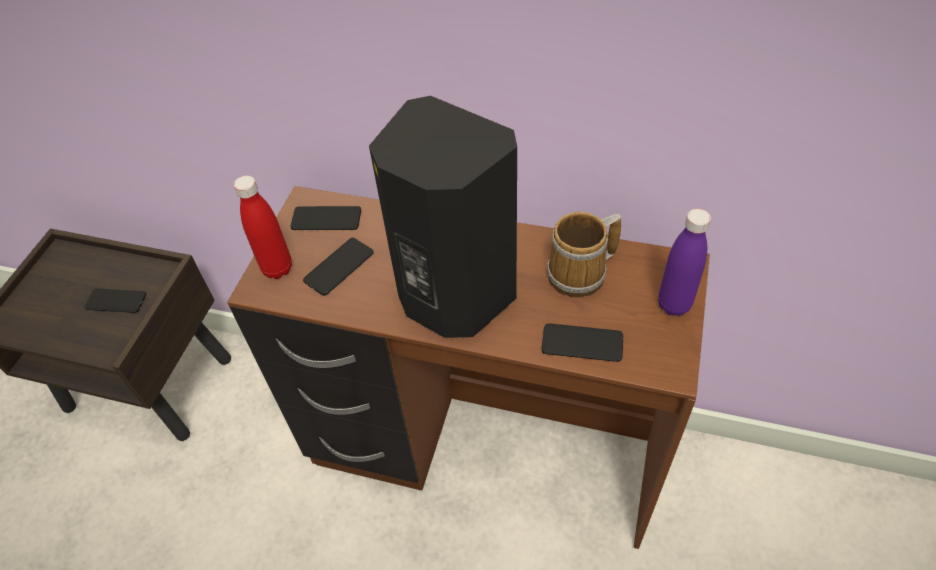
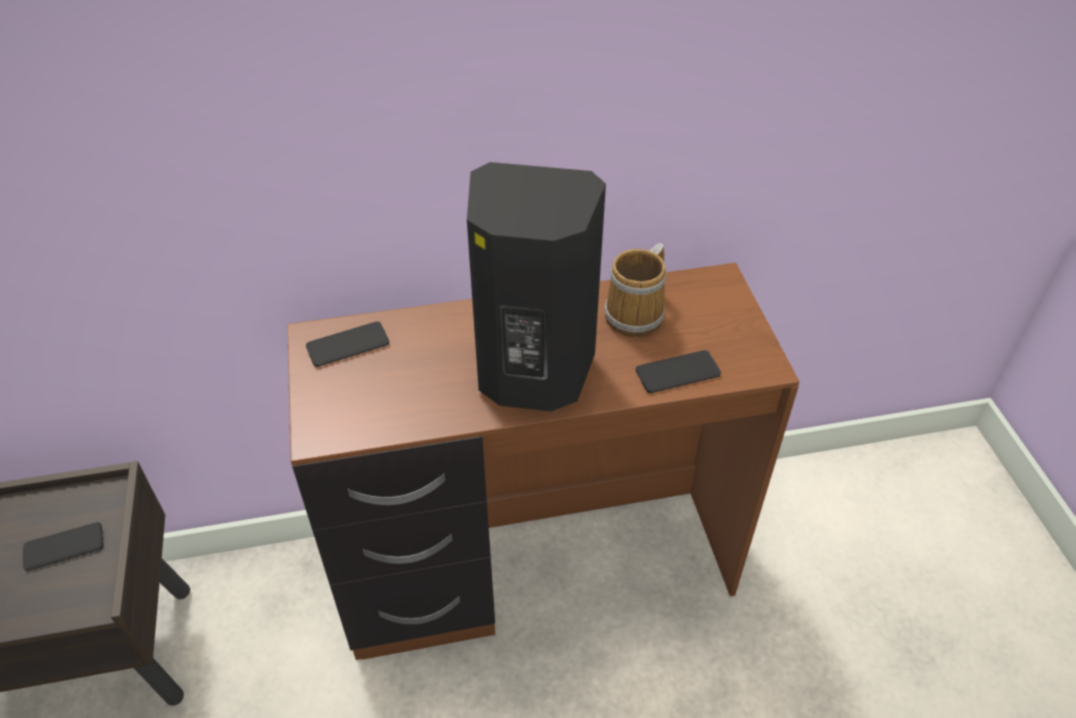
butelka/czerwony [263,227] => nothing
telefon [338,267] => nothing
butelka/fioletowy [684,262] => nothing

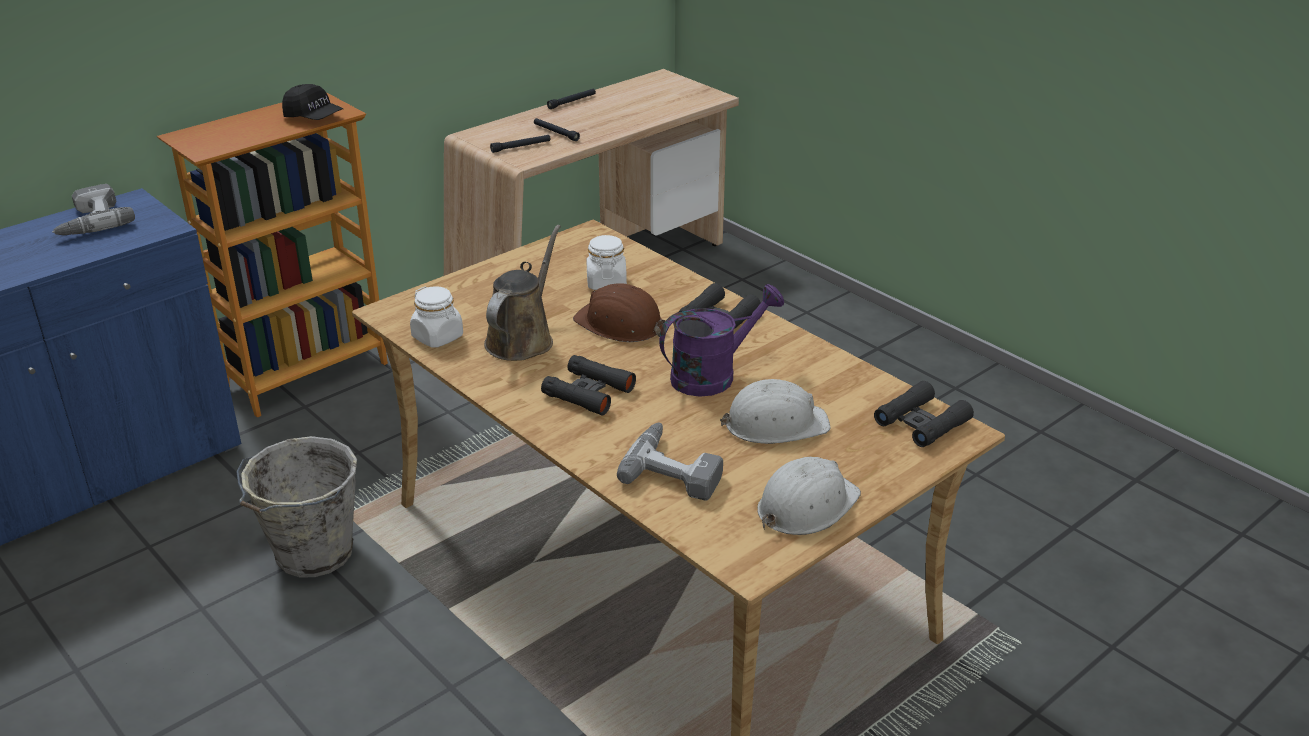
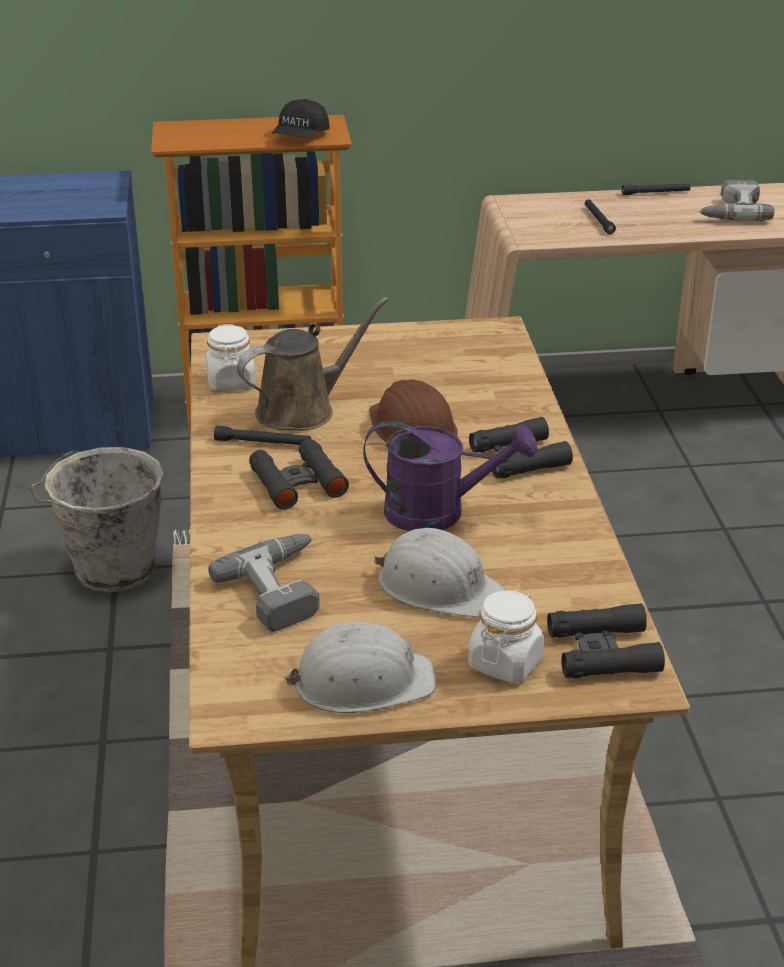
wiertarka [93,209] => wiertarka [737,200], move
czapka z daszkiem/czarny [312,102] => czapka z daszkiem/czarny [301,118], 45 degrees clockwise
latarka/czarny [520,144] => latarka/czarny [262,435], move
słoik/biały [606,262] => słoik/biały [506,636], move

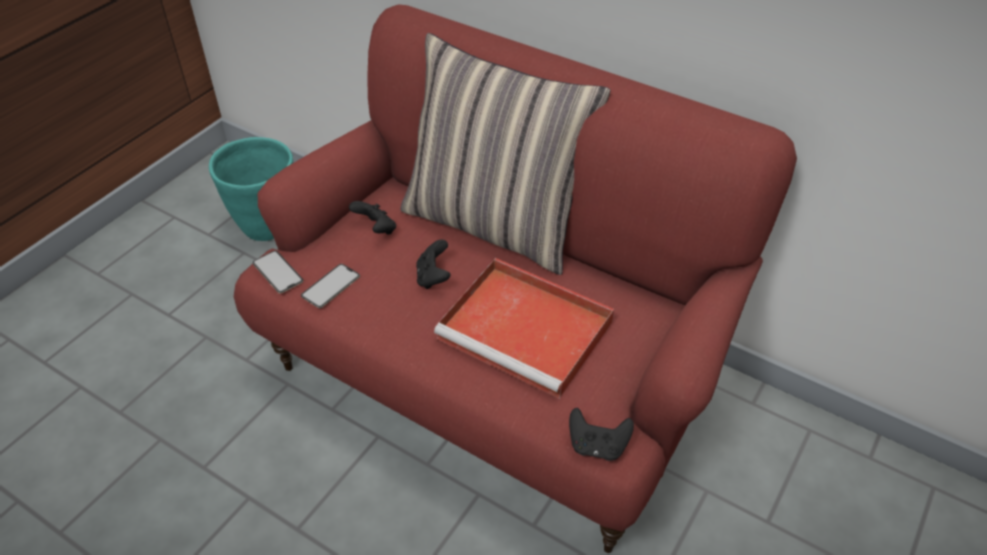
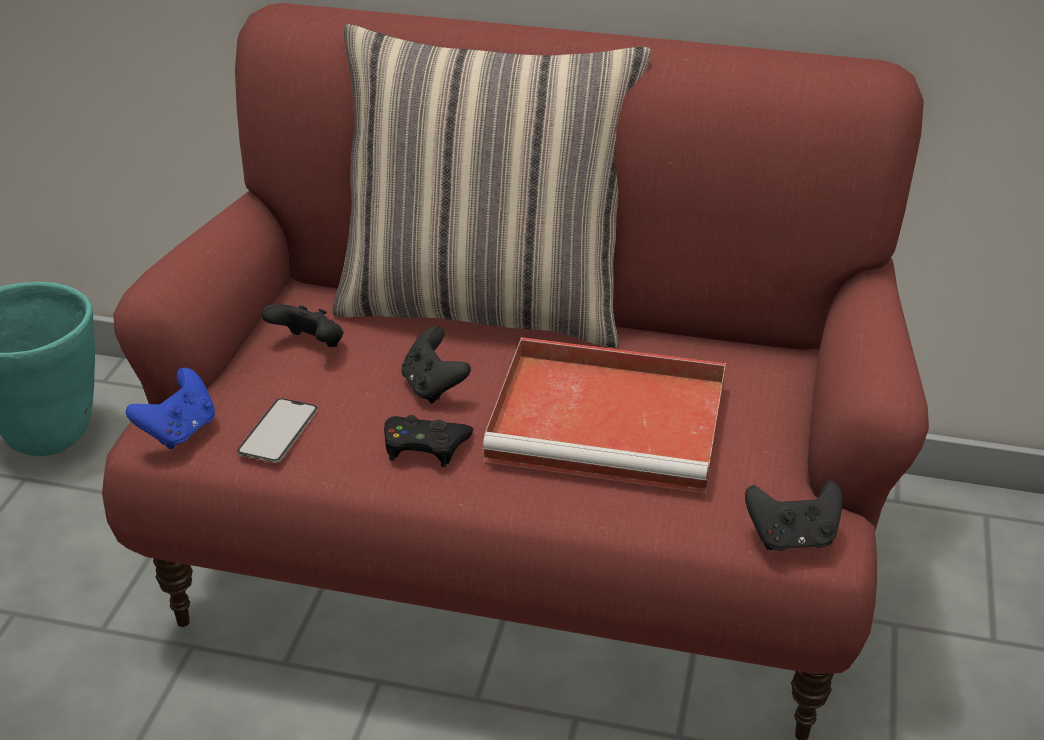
telefon [278,272] => pad do gier/niebieski [170,408]
nothing => pad do gier/czarny [428,441]

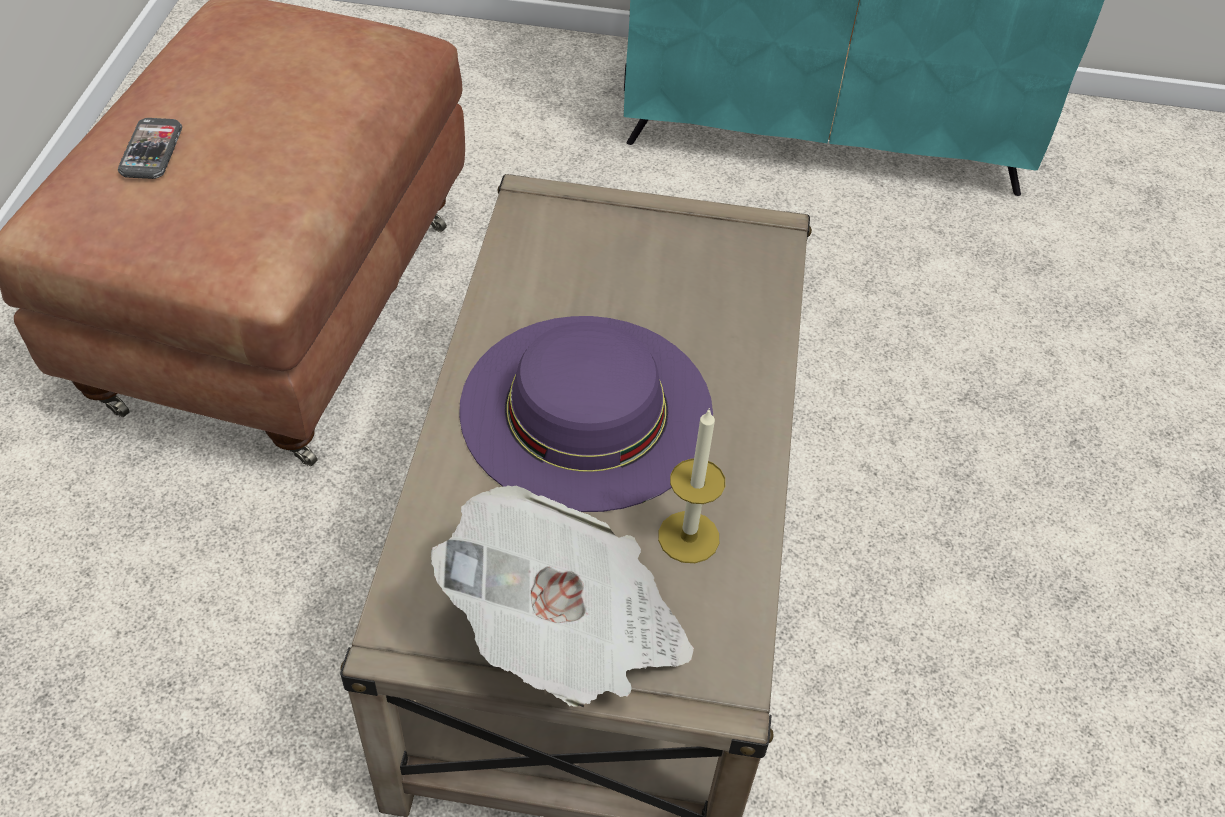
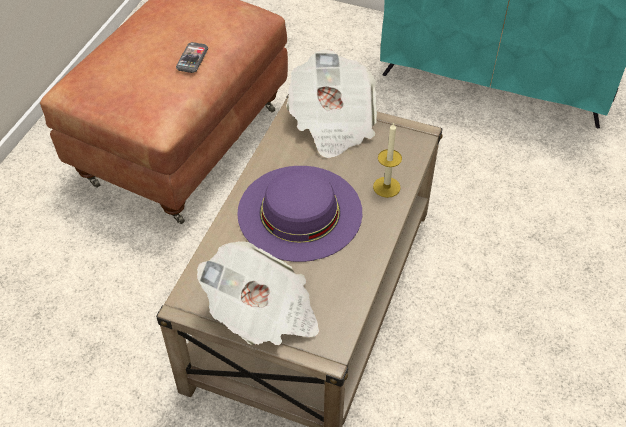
telefon [150,148] => telefon [192,57], move
świeca [691,485] => świeca [387,160], move
nothing => gazeta [331,103]

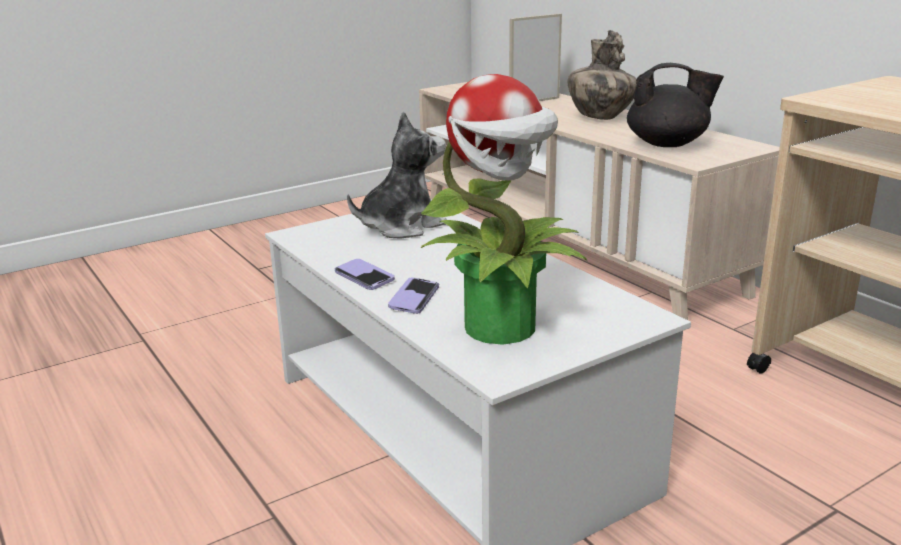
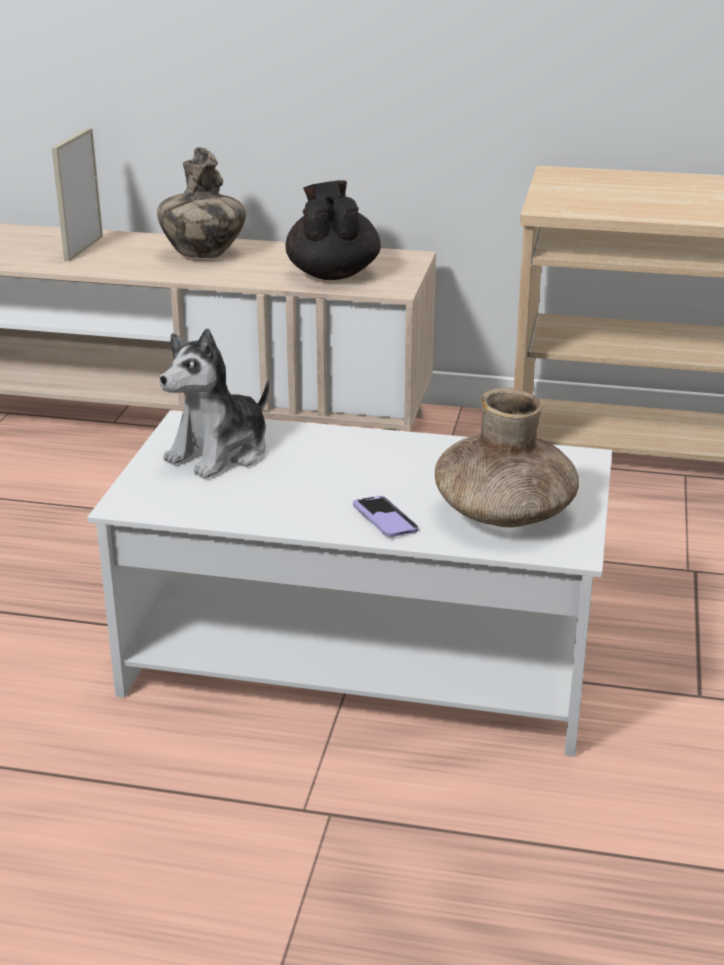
telefon [365,274] => nothing
pluszak [397,175] => pluszak [214,403], 150 degrees counterclockwise
roślina doniczkowa [503,209] => wazon/brązowy [507,457]
imbryk/czarny [675,105] => imbryk/czarny [333,230], 60 degrees counterclockwise

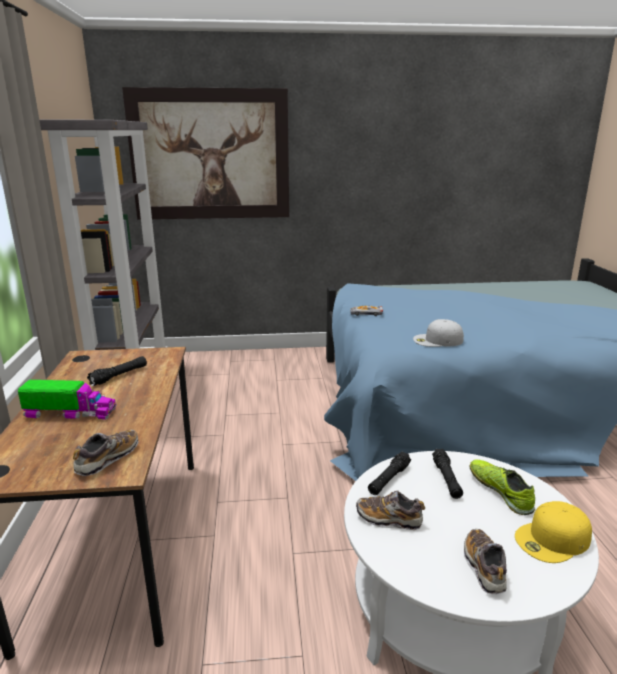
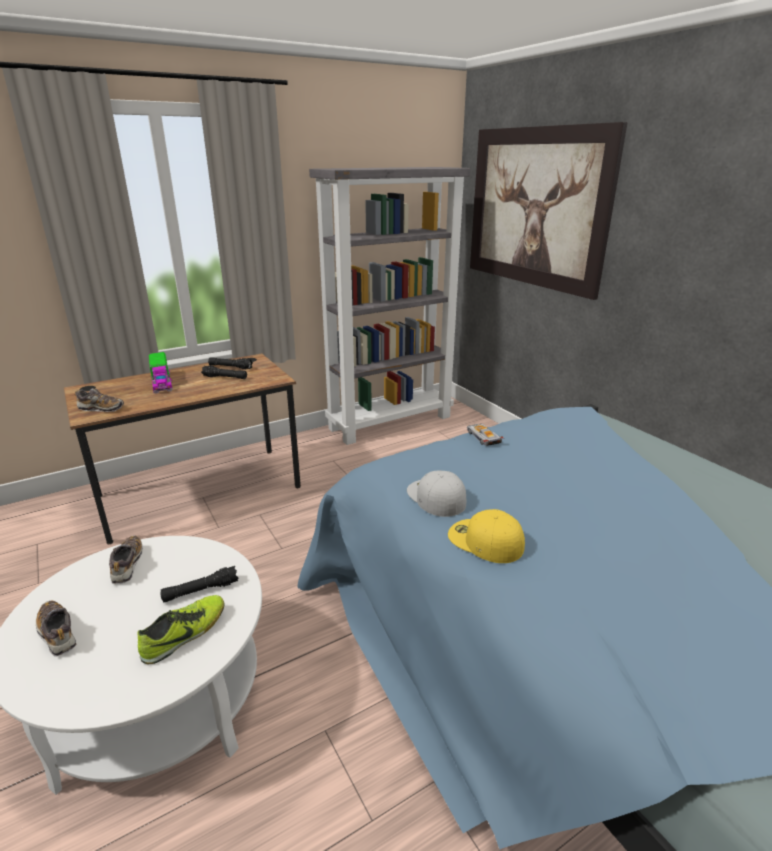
latarka/czarny [389,473] => latarka/czarny [230,363], move
but [485,561] => but [56,629], 105 degrees counterclockwise
czapka z daszkiem/żółty [553,532] => czapka z daszkiem/żółty [486,536], move

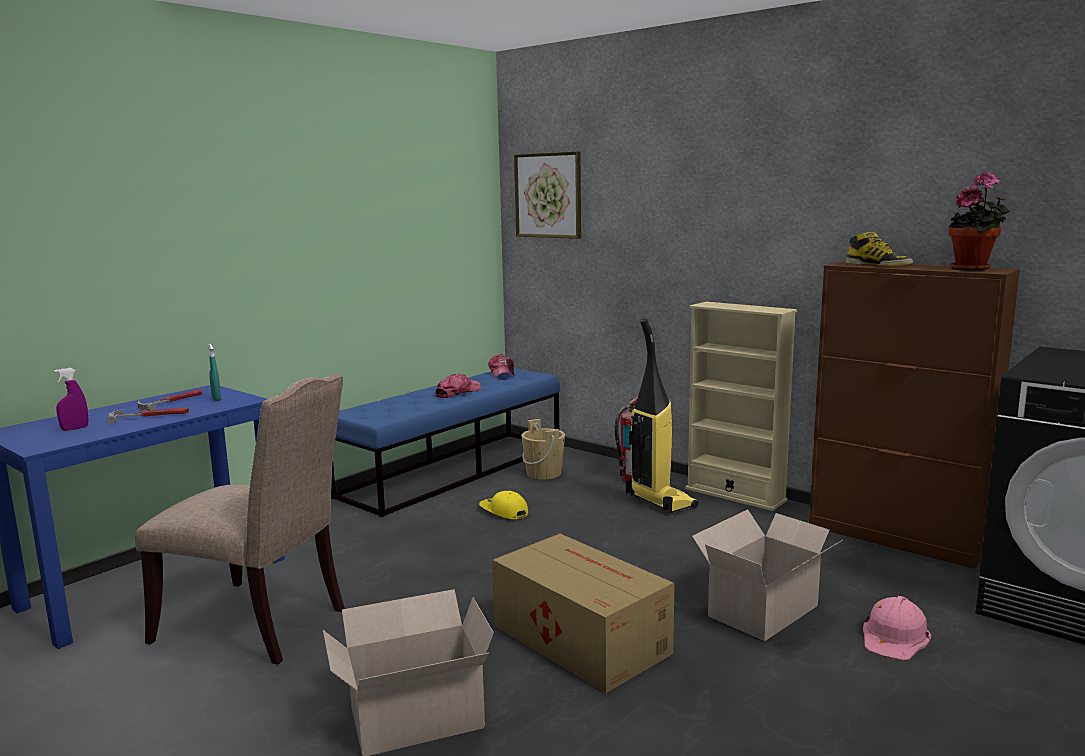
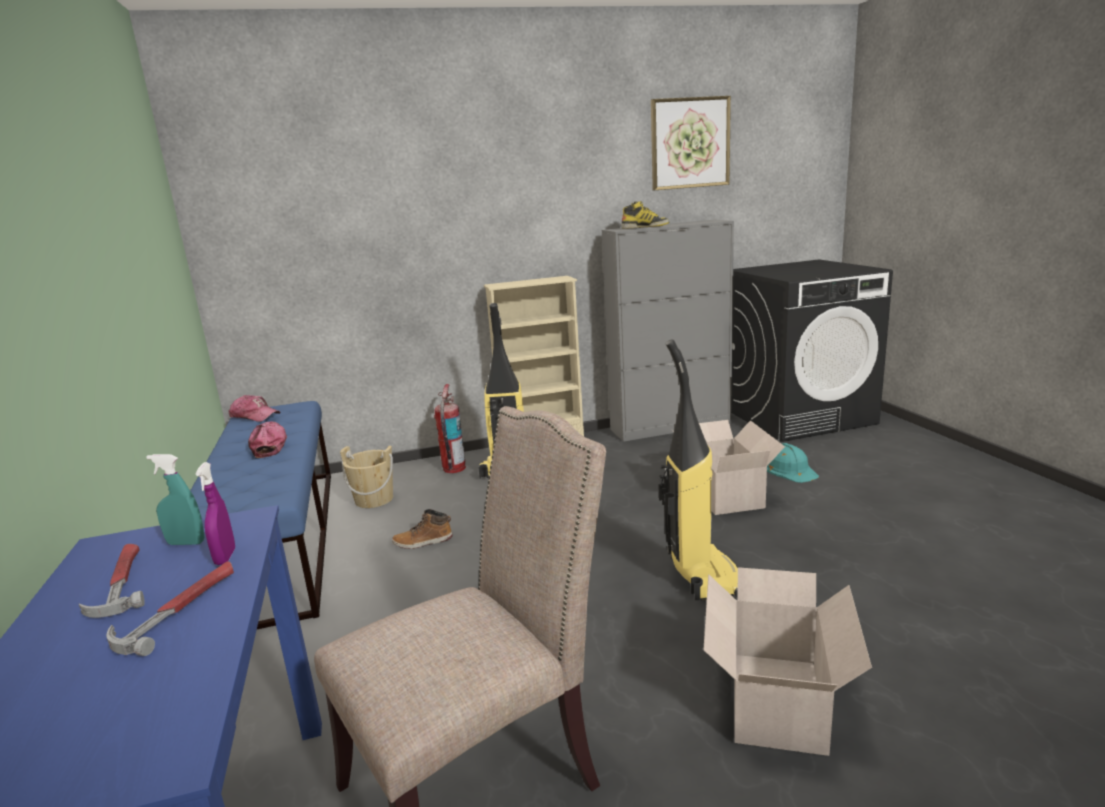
spryskiwacz/fioletowy [71,399] => spryskiwacz/fioletowy [215,513], move
czapka z daszkiem/żółty [503,505] => but z cholewką [422,529]
karton [583,613] => odkurzacz [698,469]
obraz [547,195] => obraz [691,143], move
szafka/brązowy [914,415] => szafka/szary [668,330]
kask/różowy [897,628] => kask/turkusowy [793,463]
roślina doniczkowa [979,221] => nothing

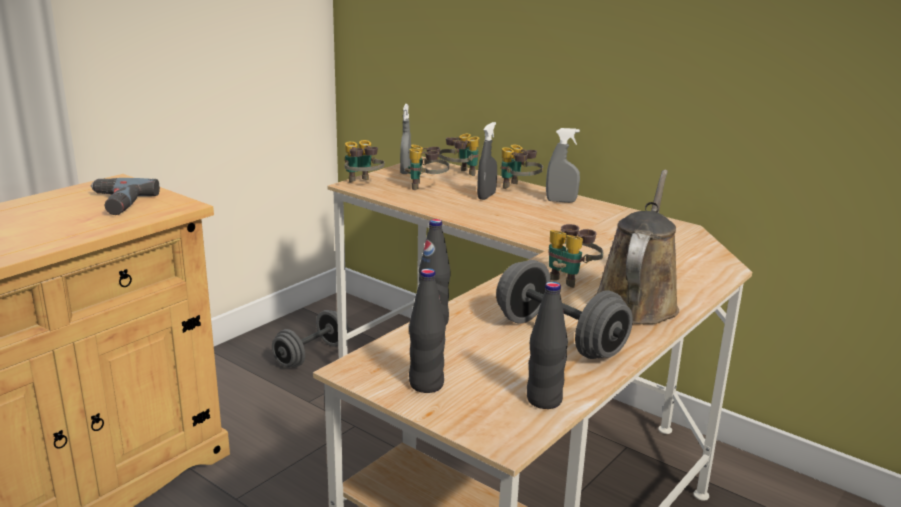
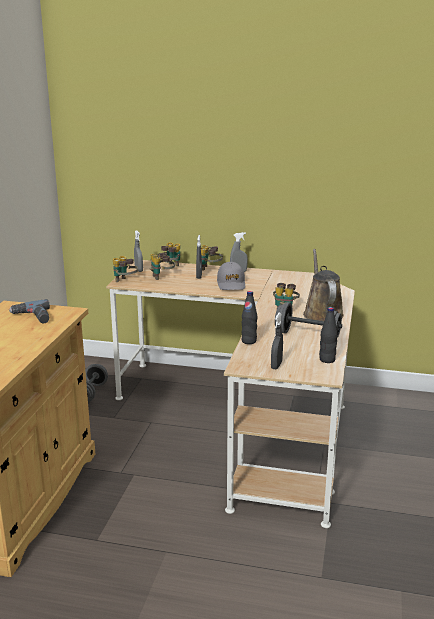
butelka/czarny [427,330] => spryskiwacz/szary [277,341]
nothing => czapka z daszkiem/szary [231,276]

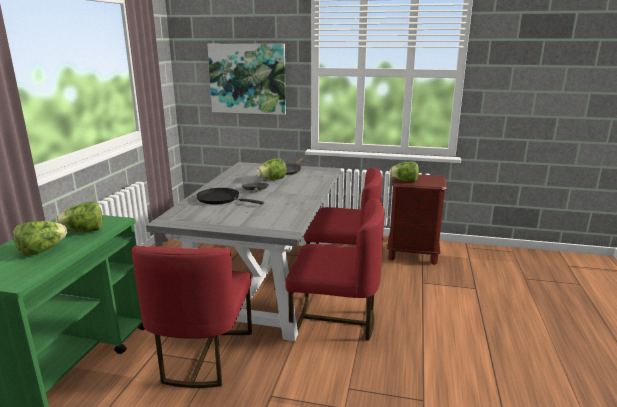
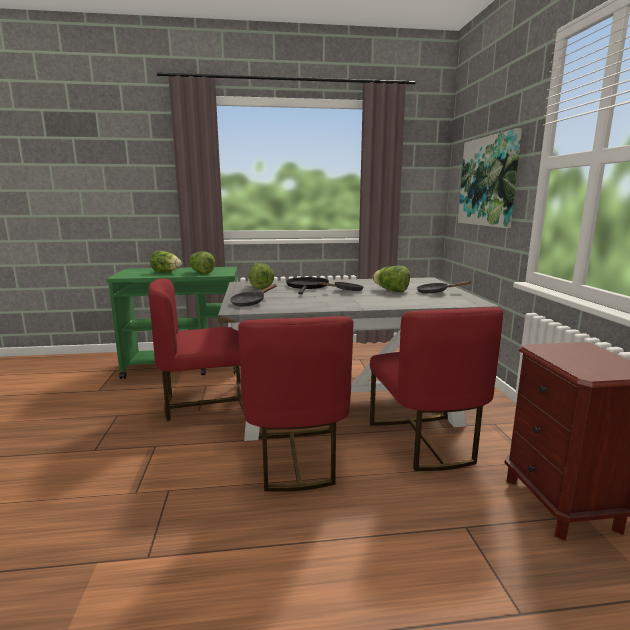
sałata [404,172] => sałata [261,276], move
nothing => patelnia/czarny [253,295]

